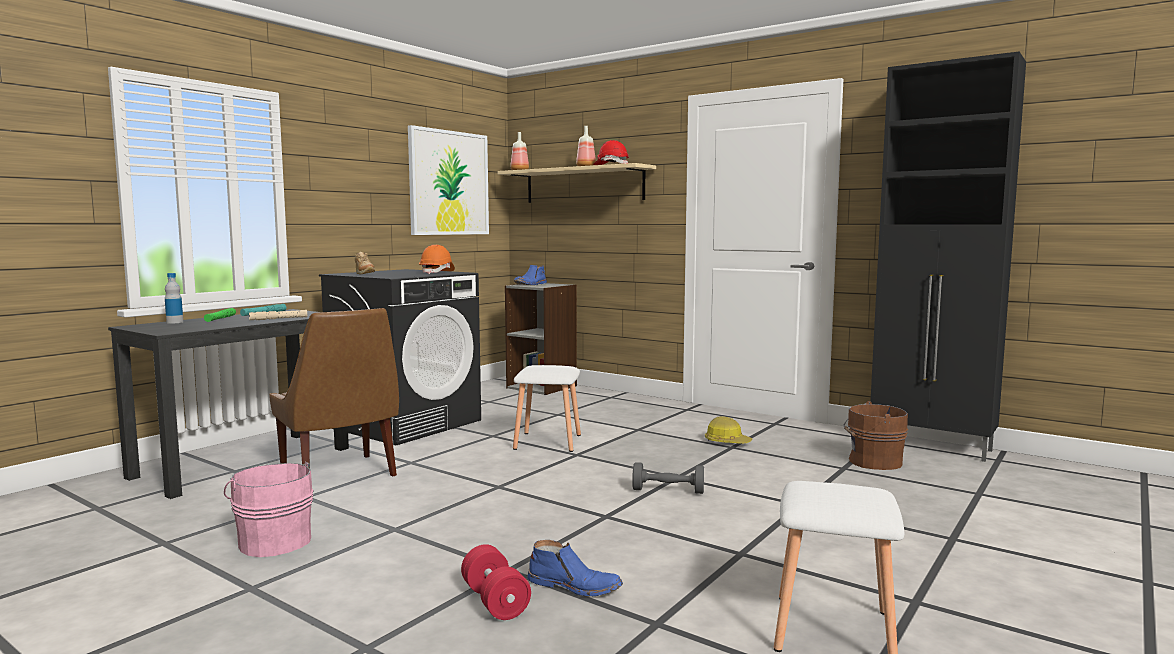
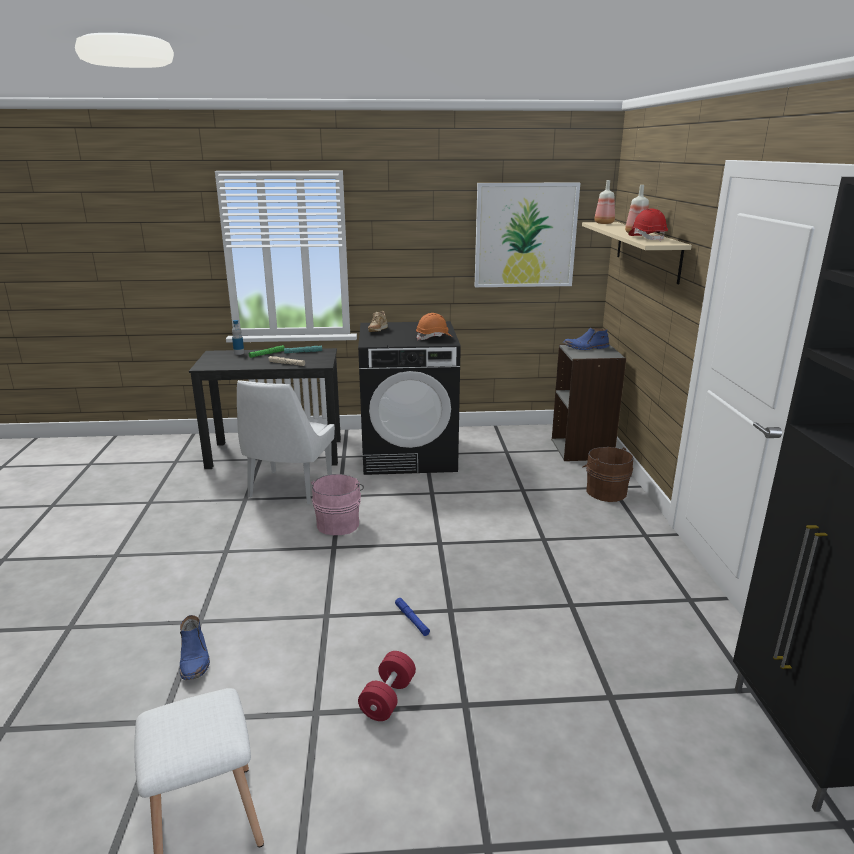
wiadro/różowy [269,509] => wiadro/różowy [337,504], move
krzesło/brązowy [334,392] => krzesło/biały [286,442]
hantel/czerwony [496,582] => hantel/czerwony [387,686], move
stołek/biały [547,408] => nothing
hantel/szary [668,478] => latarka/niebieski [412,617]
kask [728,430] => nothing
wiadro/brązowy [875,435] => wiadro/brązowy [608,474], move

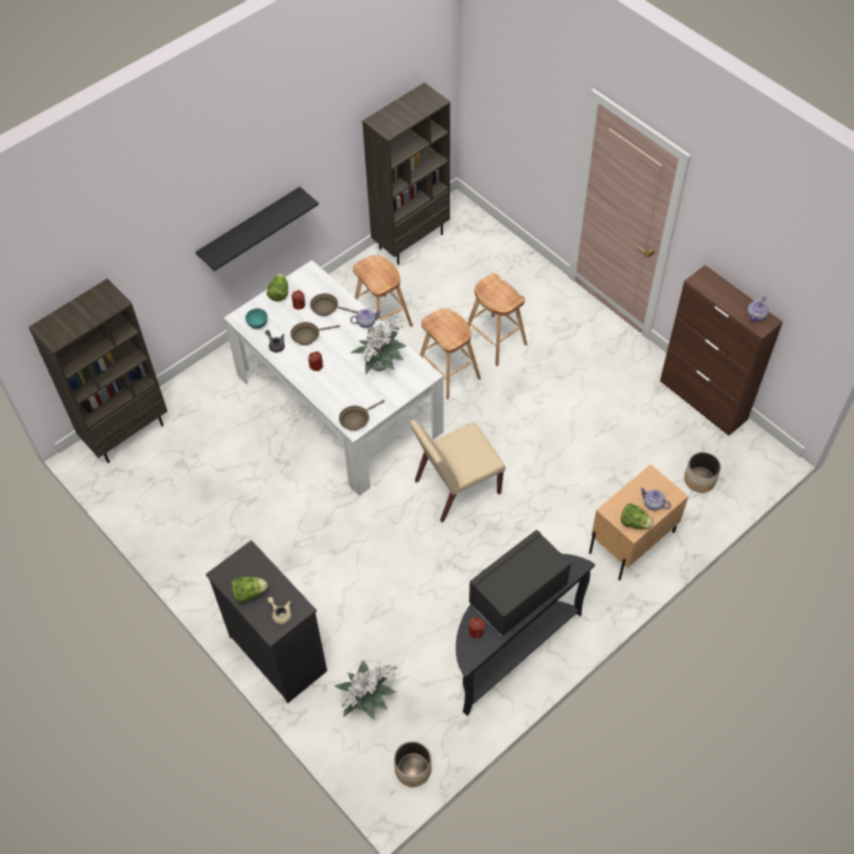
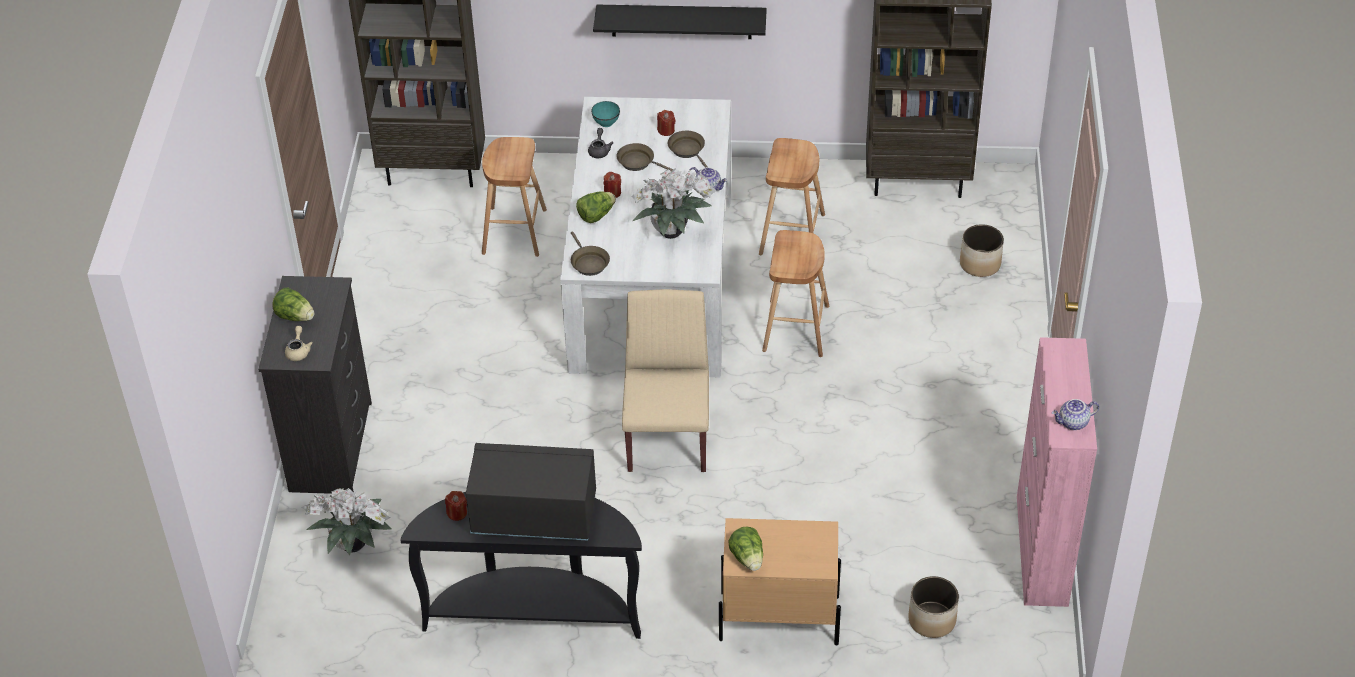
sałata [277,288] => sałata [596,207], move
patelnia/brązowy [362,415] => patelnia/brązowy [590,253], 120 degrees counterclockwise
donica [413,764] => donica [982,250], move
krzesło/beżowy [458,471] => krzesło/beżowy [665,380], 75 degrees clockwise
stołek/brązowy [497,319] => stołek/brązowy [514,197], move
imbryk [655,499] => nothing
szafka/brązowy [721,350] => szafka/różowy [1057,472]

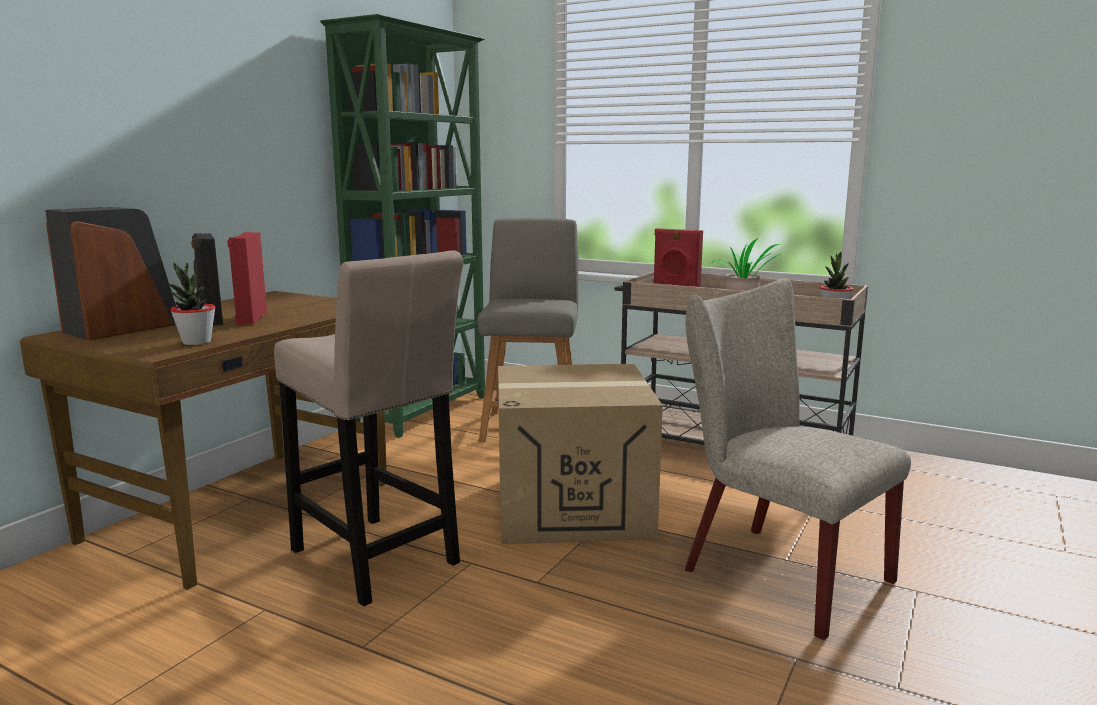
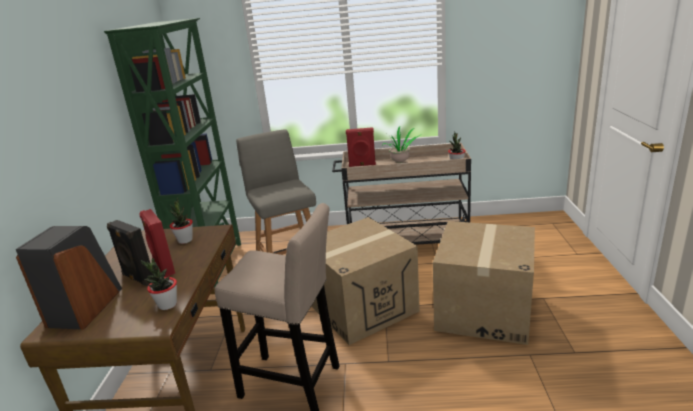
krzesło/beżowy [798,459] => karton [484,283]
nothing => roślina doniczkowa [181,221]

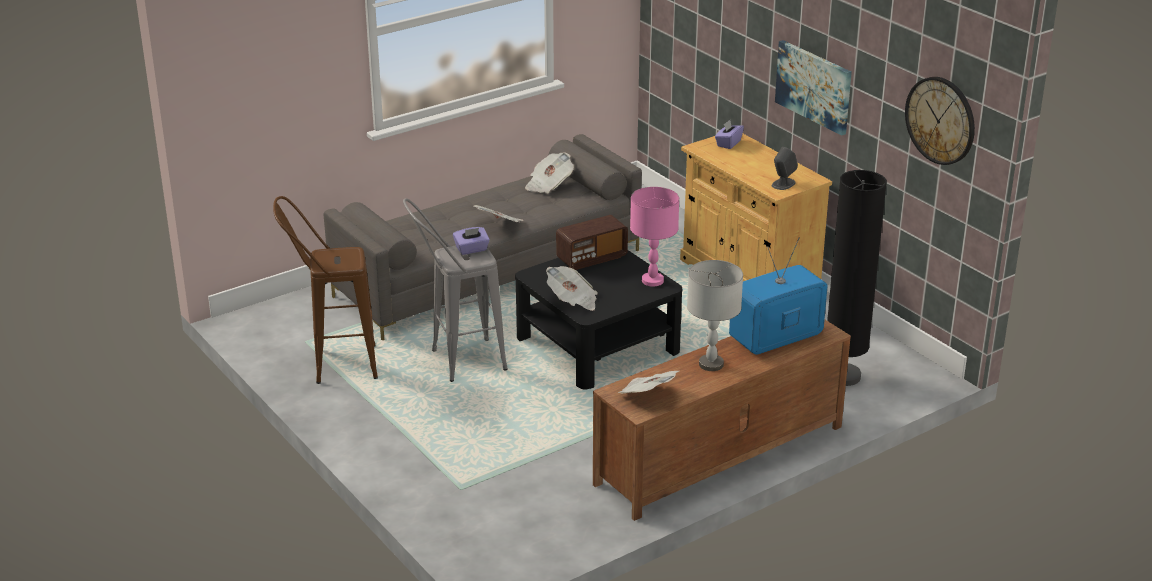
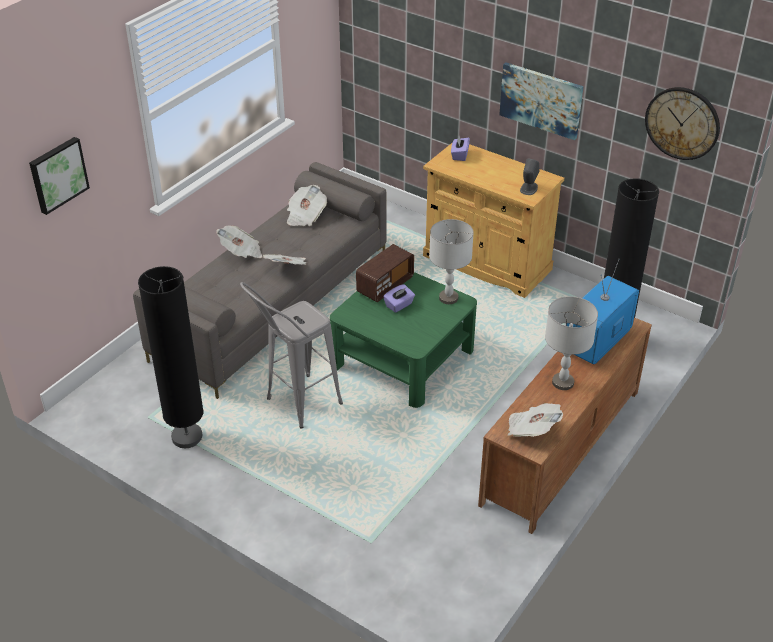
stołek/brązowy [325,290] => lampa stojąca/czarny [171,357]
pudełko chusteczek/fioletowy [471,241] => pudełko chusteczek/fioletowy [399,298], move
ława/czarny [598,319] => ława/zielony [403,340]
gazeta [571,288] => gazeta [239,242], move
lampa stołowa/różowy [654,237] => lampa stołowa/szary [451,261]
nothing => obraz [59,176]

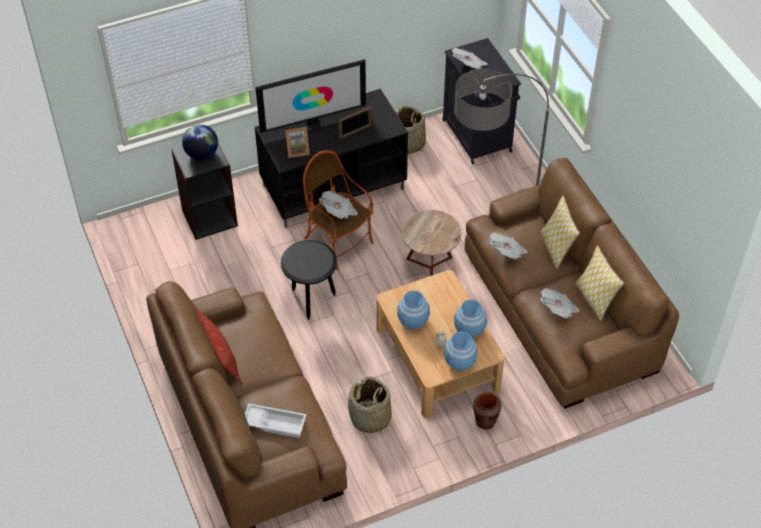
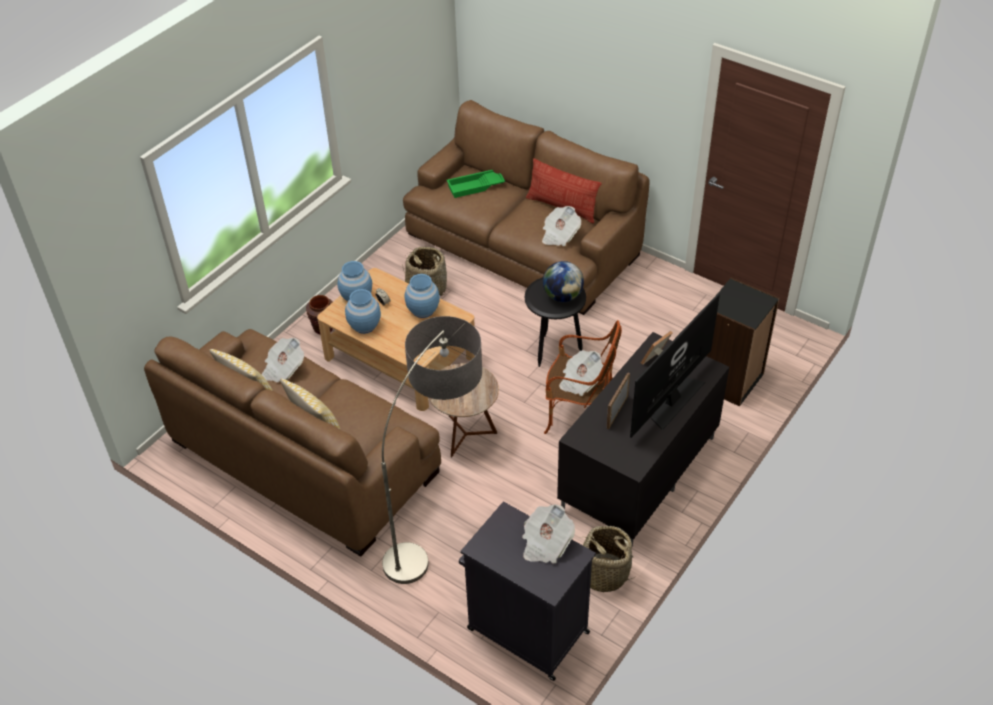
globus [200,142] => globus [563,281], move
taca/biały [276,420] => taca/zielony [476,184]
gazeta [509,246] => gazeta [561,226], move

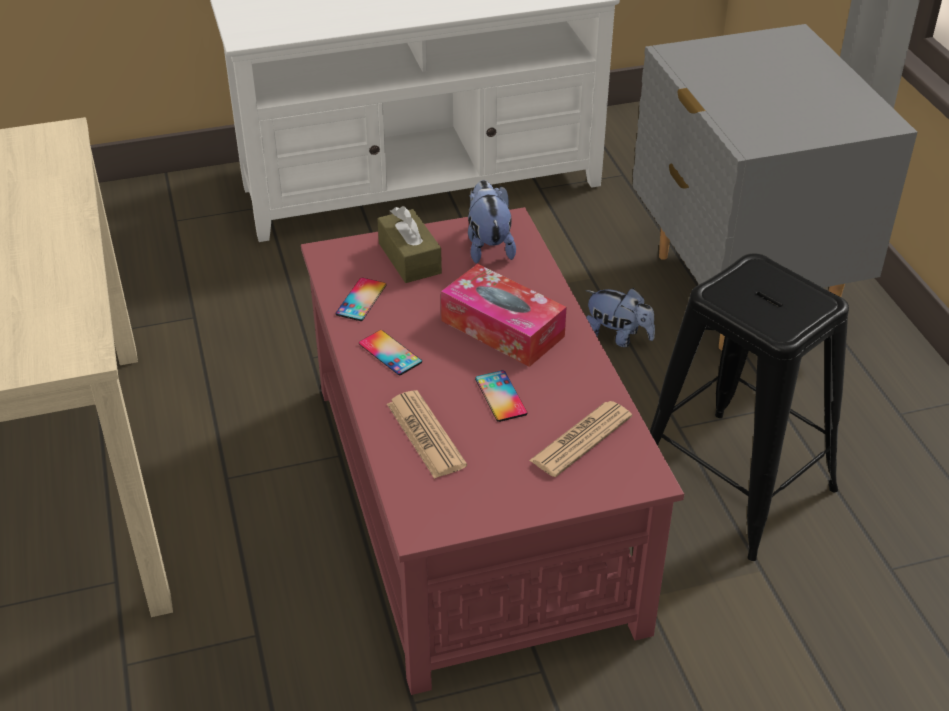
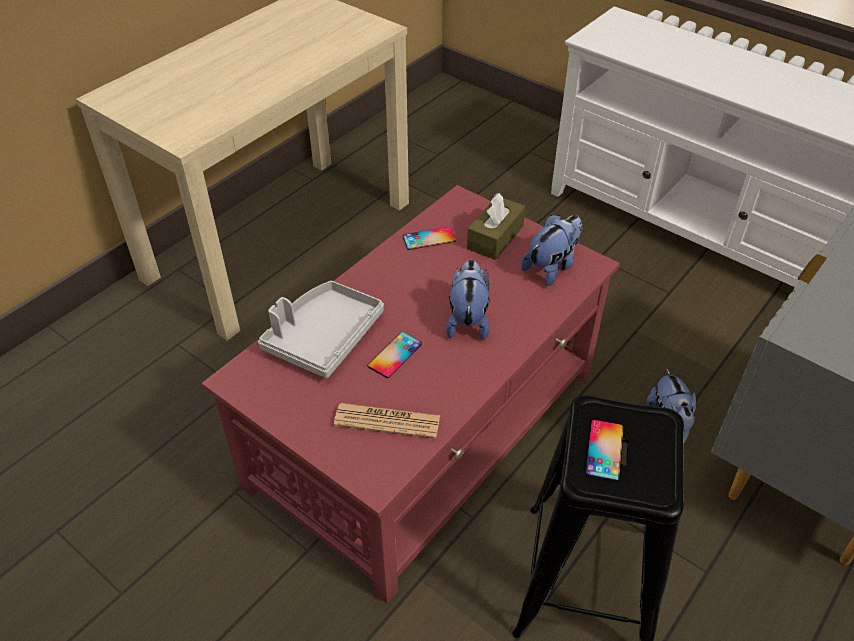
telefon [390,352] => telefon [604,450], move
gazeta [427,434] => taca/szary [321,329]
pudełko chusteczek [504,315] => pluszak [468,300]

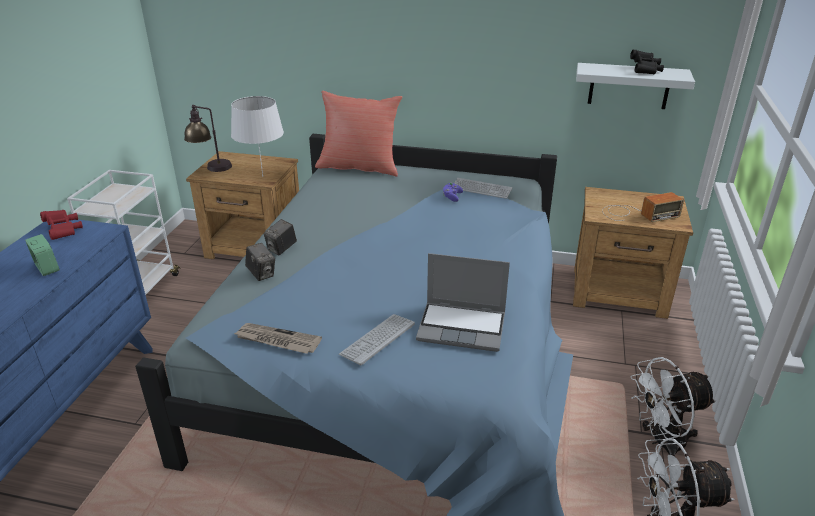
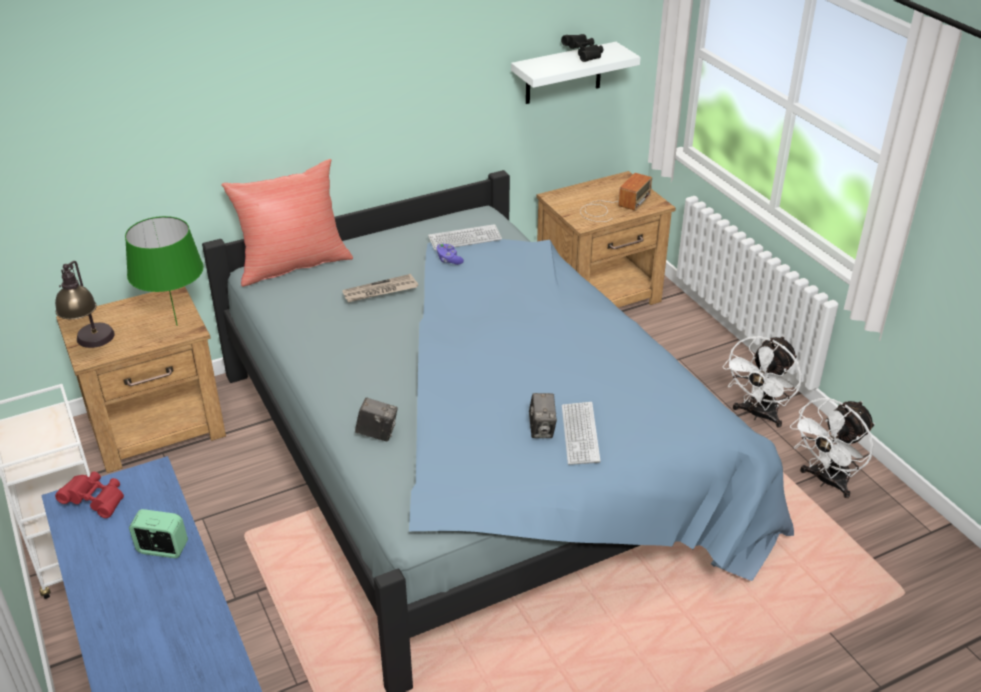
lampa stołowa/biały [257,136] => lampa stołowa/zielony [164,271]
gazeta [278,338] => gazeta [380,288], move
aparat fotograficzny [280,237] => aparat fotograficzny [543,415], move
laptop [463,302] => nothing

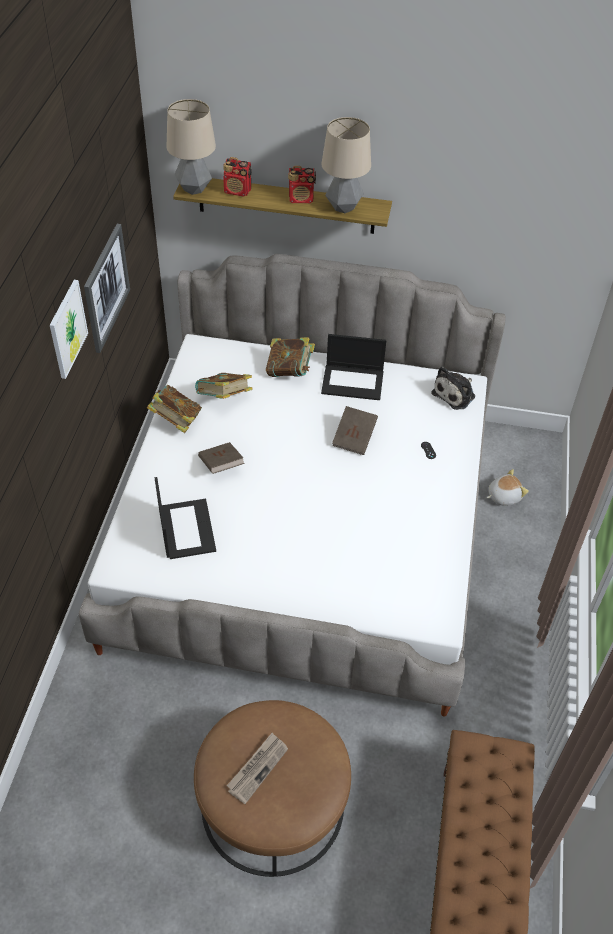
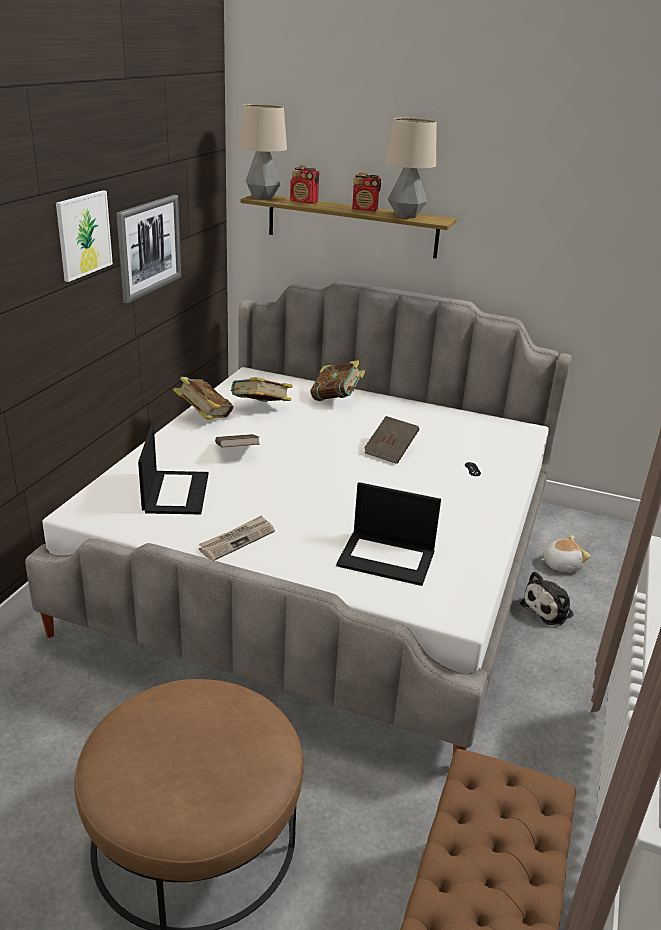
gazeta [257,768] => gazeta [237,538], move
laptop [353,367] => laptop [388,534], move
pluszak [453,388] => pluszak [547,598], move

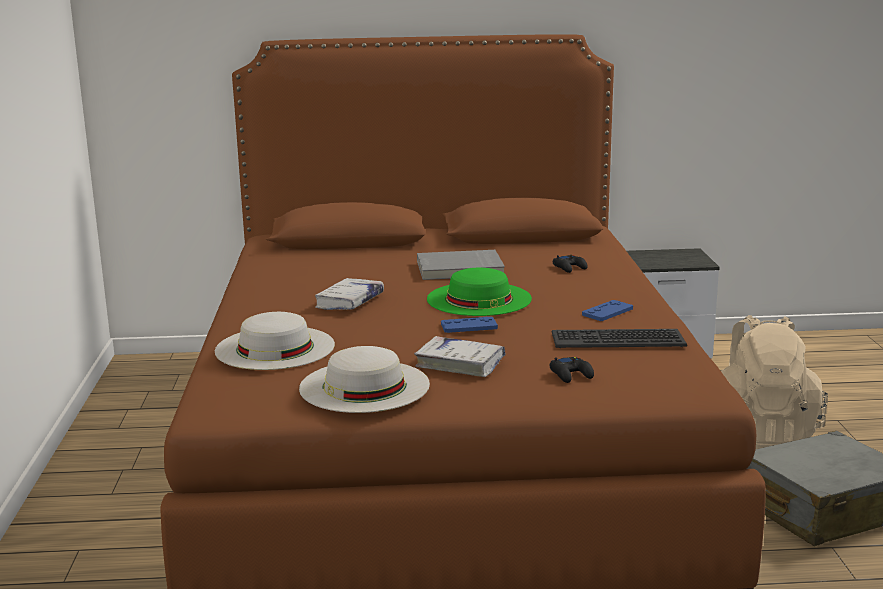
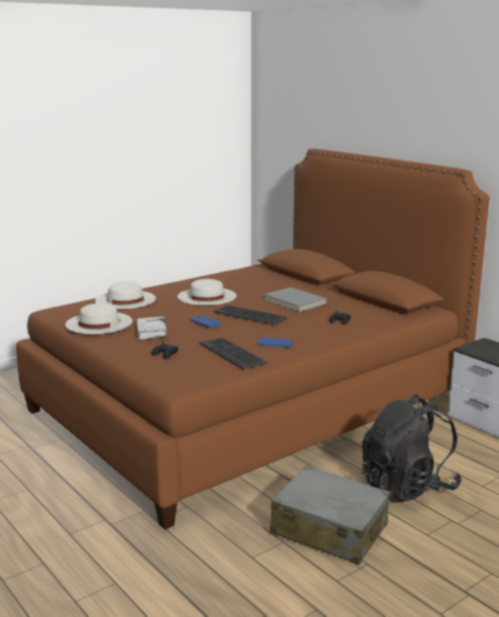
książka/biały [349,294] => kapelusz/biały [206,292]
kapelusz/zielony [479,292] => klawiatura [250,315]
plecak/beżowy [774,382] => plecak/czarny [412,448]

